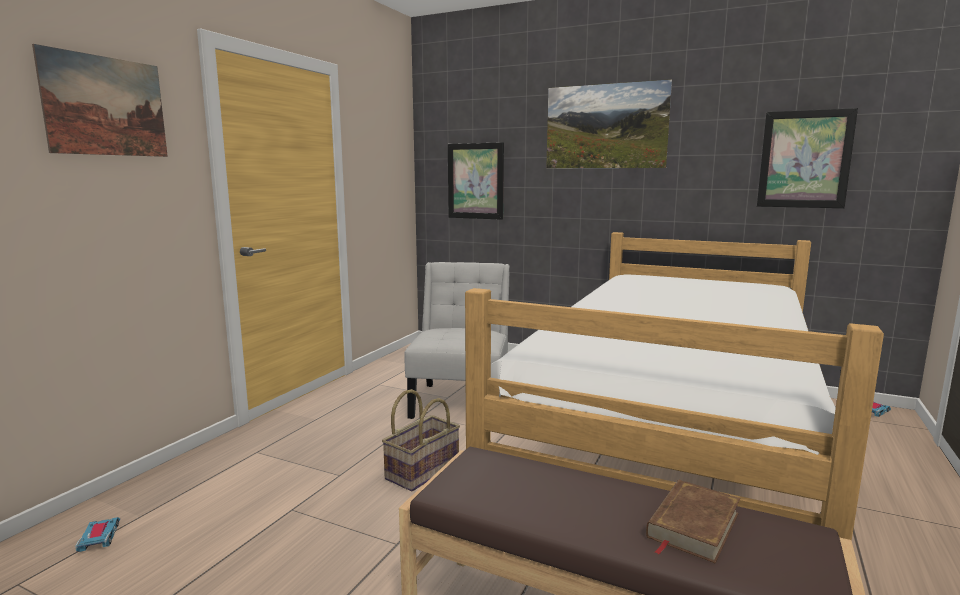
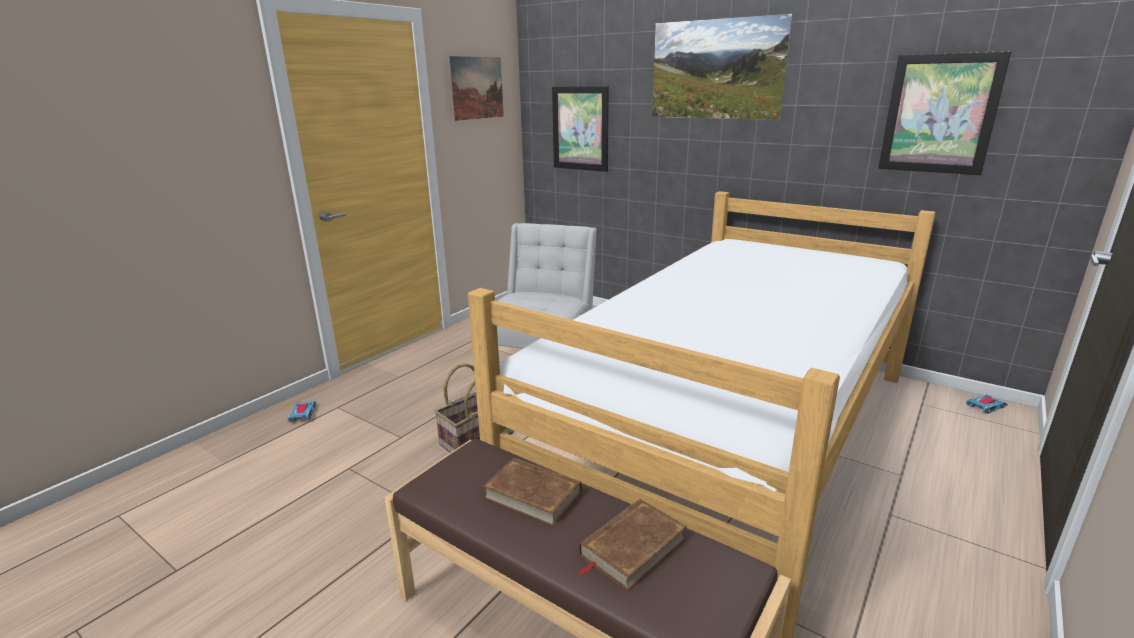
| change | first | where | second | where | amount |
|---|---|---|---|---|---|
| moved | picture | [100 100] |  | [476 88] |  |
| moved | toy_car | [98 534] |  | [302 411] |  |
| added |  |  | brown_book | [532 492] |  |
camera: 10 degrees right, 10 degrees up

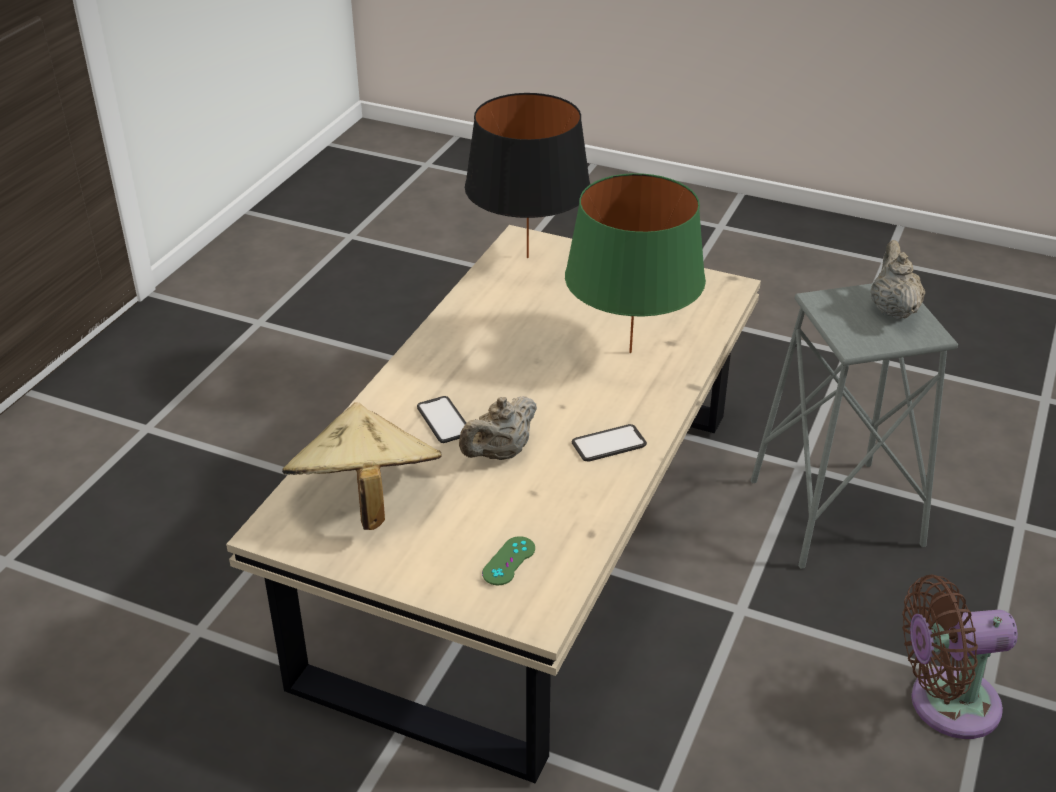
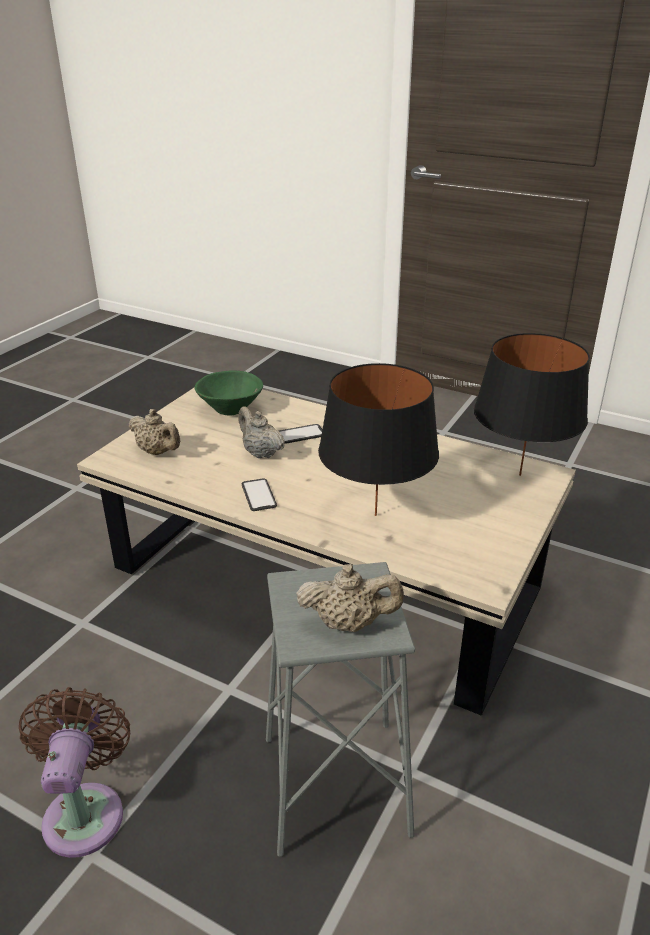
| change | first | where | second | where | amount |
|---|---|---|---|---|---|
| replaced | beige_hat | [362 466] | green_bowl | [228 393] |  |
| replaced | green_game_controller | [508 560] | beige_teapot | [154 432] |  |
| recoloured | green_table_lamp | [635 263] | black_table_lamp | [378 439] |  |
camera: 95 degrees right, 5 degrees down

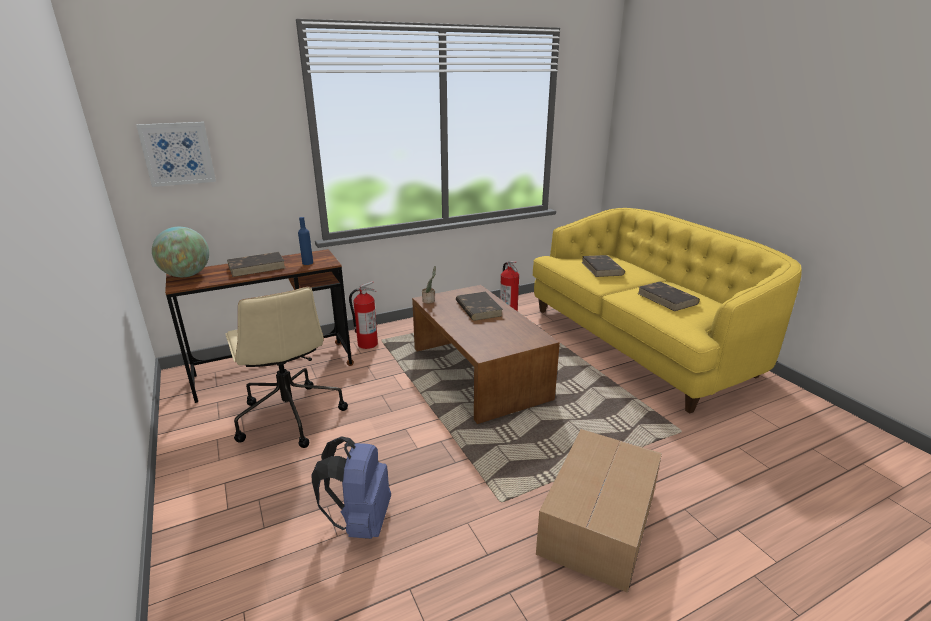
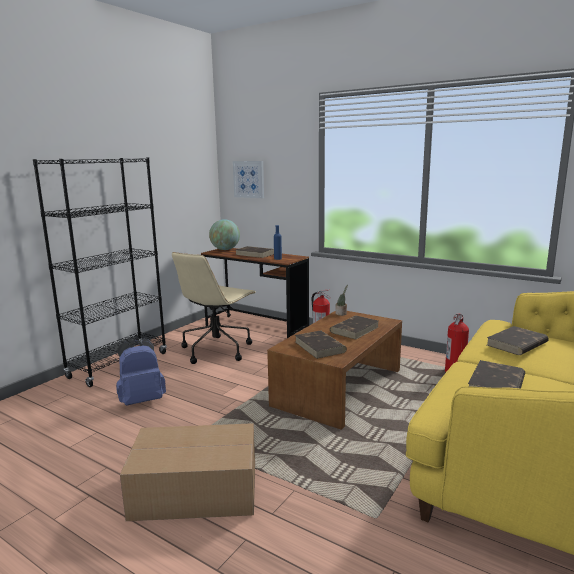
| change | first | where | second | where | amount |
|---|---|---|---|---|---|
| added |  |  | black_bookcase | [100 272] |  |
| added |  |  | brown_book | [321 345] |  |
camera: 60 degrees right, 10 degrees down

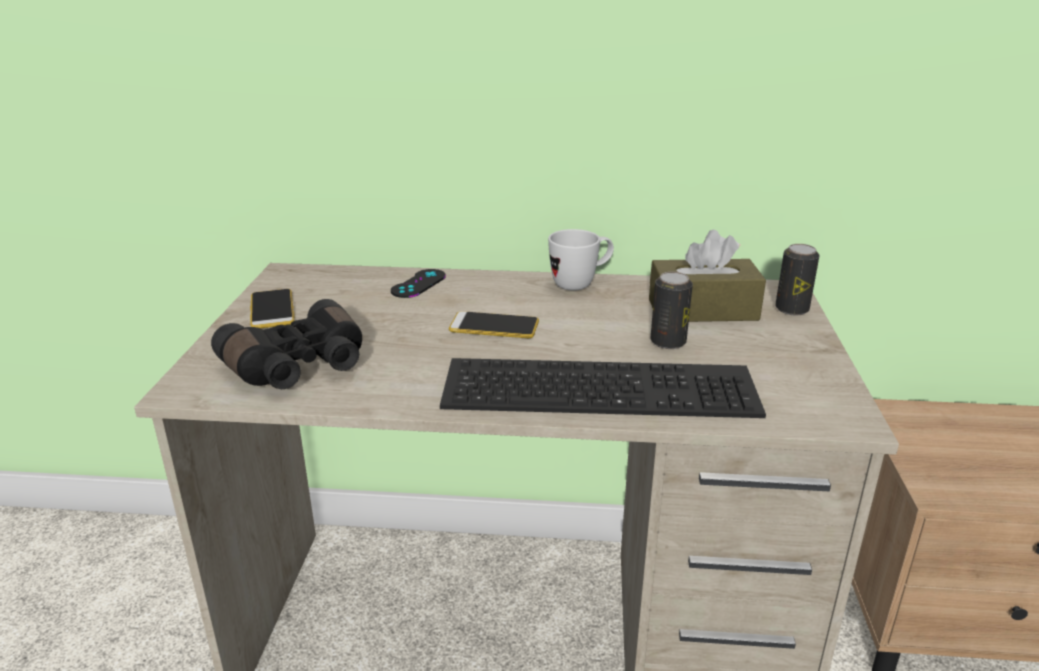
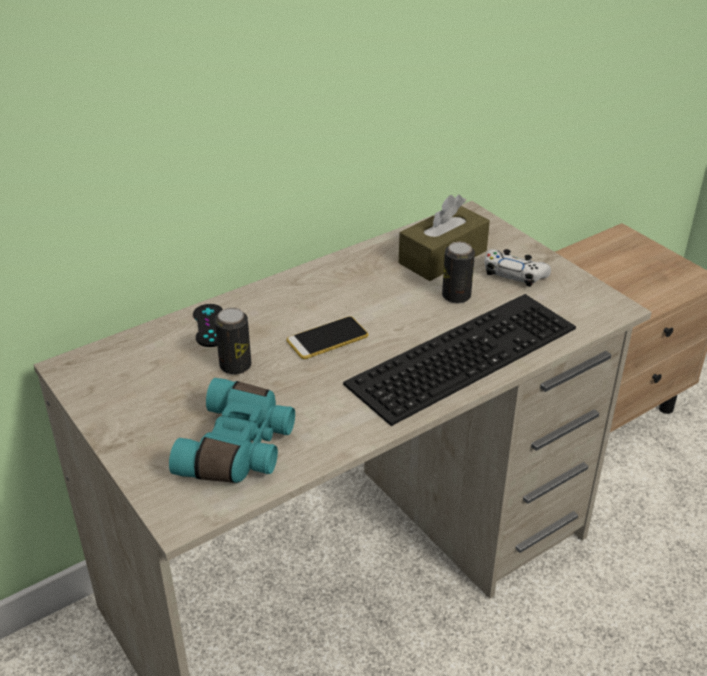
| change | first | where | second | where | amount |
|---|---|---|---|---|---|
| recoloured | black_binoculars | [286 344] | turquoise_binoculars | [232 430] |  |
| removed | phone | [272 308] |  |  |  |
| removed | white_mug | [581 260] |  |  |  |
| moved | can | [797 279] |  | [233 341] |  |
| added |  |  | white_game_controller | [518 268] |  |
camera: 40 degrees left, 10 degrees up

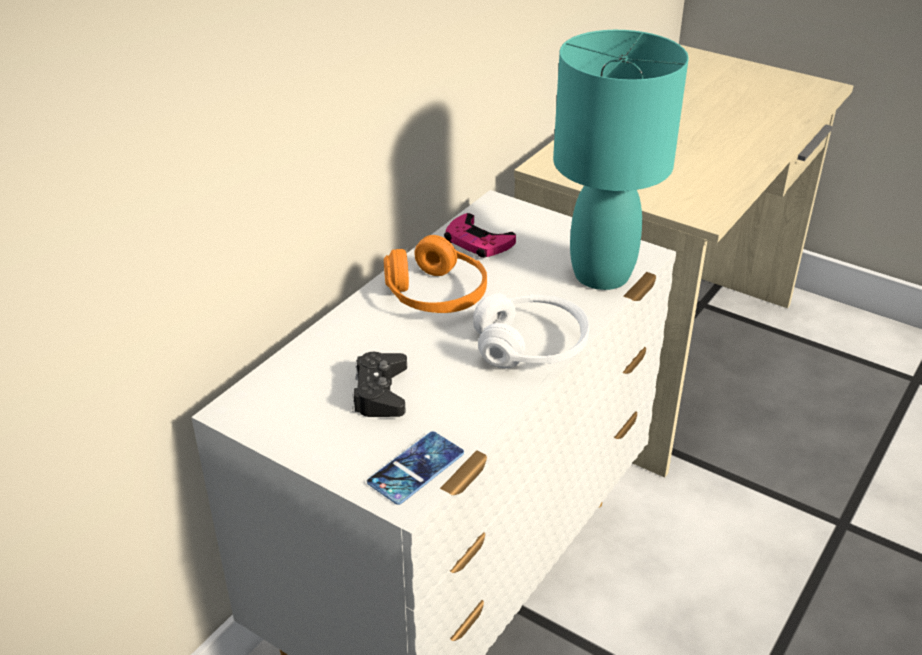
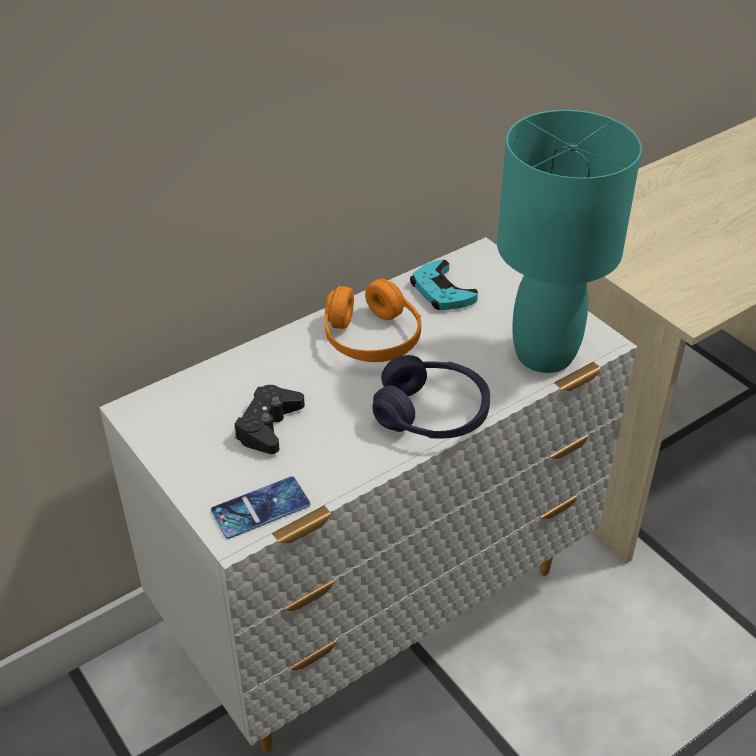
| change | first | where | second | where | amount |
|---|---|---|---|---|---|
| recoloured | pink_game_controller | [480 235] | turquoise_game_controller | [444 284] |  |
| recoloured | white_headphones | [531 331] | purple_headphones | [431 397] |  |
camera: 20 degrees right, 5 degrees up

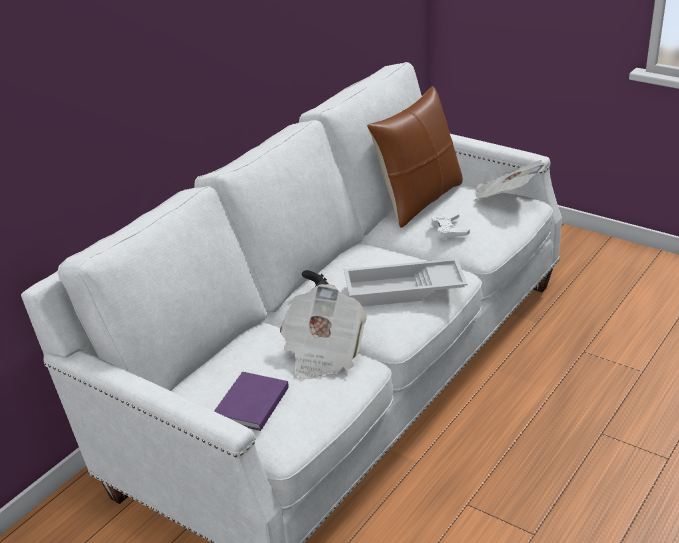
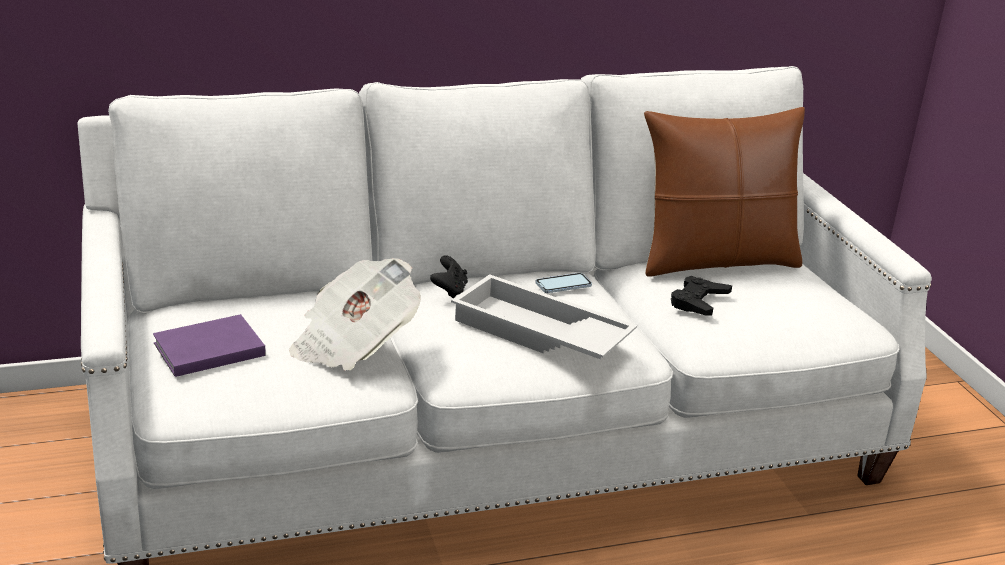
| change | first | where | second | where | amount |
|---|---|---|---|---|---|
| recoloured | white_game_controller | [450 225] | black_game_controller | [701 296] |  |
| removed | newspaper | [510 180] |  |  |  |
| added |  |  | phone | [563 283] |  |
camera: 35 degrees right, 5 degrees down

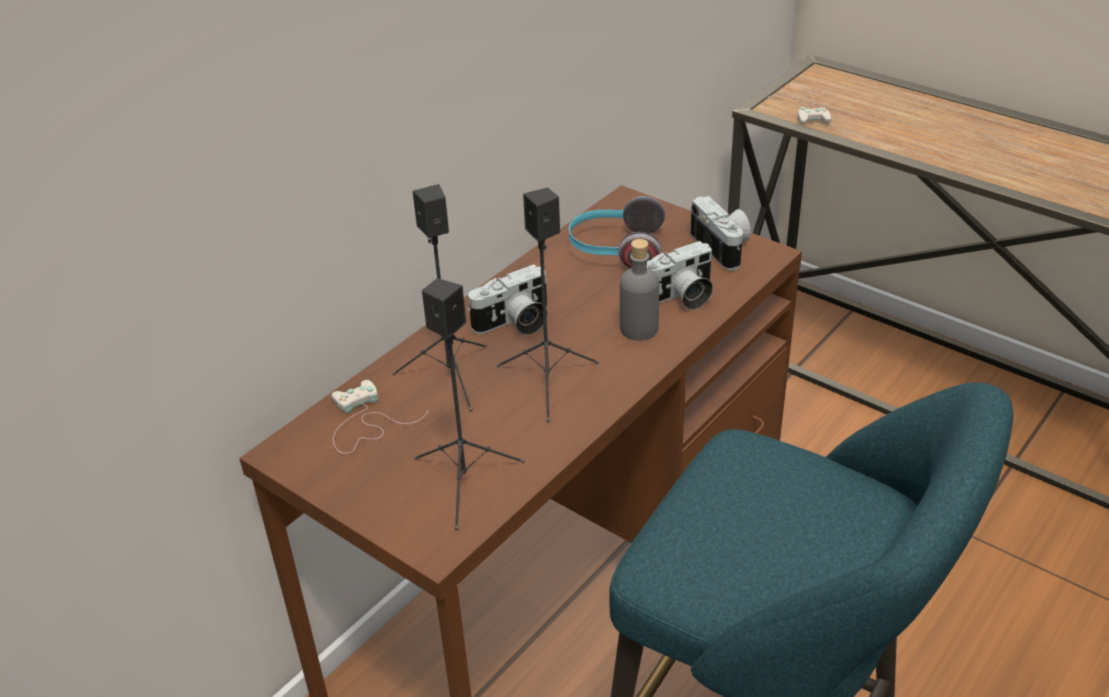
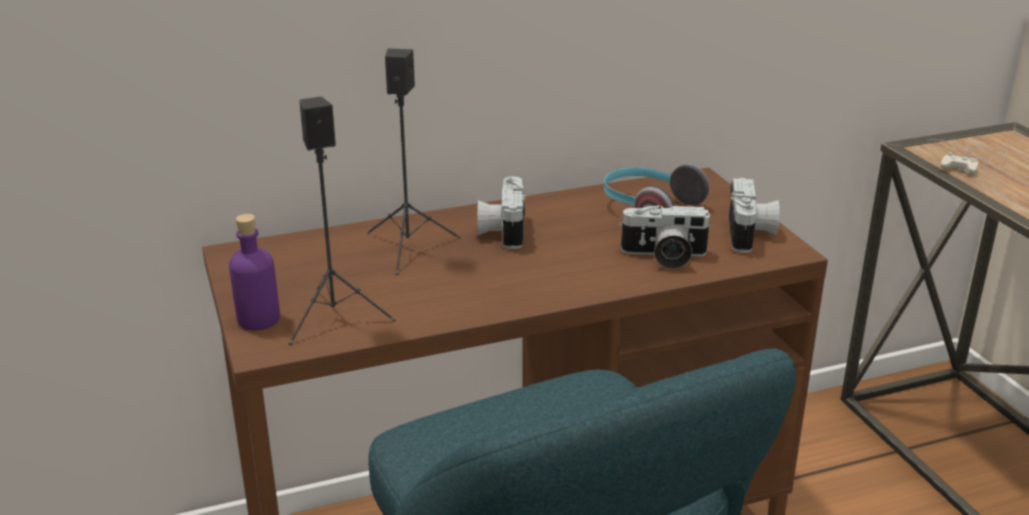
| change | first | where | second | where | amount |
|---|---|---|---|---|---|
| removed | white_game_controller | [379 417] |  |  |  |
| turned | photo_camera | [507 299] |  | [501 212] | 90 degrees clockwise |
| removed | black_speaker | [548 304] |  |  |  |
| removed | grey_bottle | [639 290] |  |  |  |
| added |  |  | purple_bottle | [254 272] |  |
camera: 30 degrees right, 10 degrees down

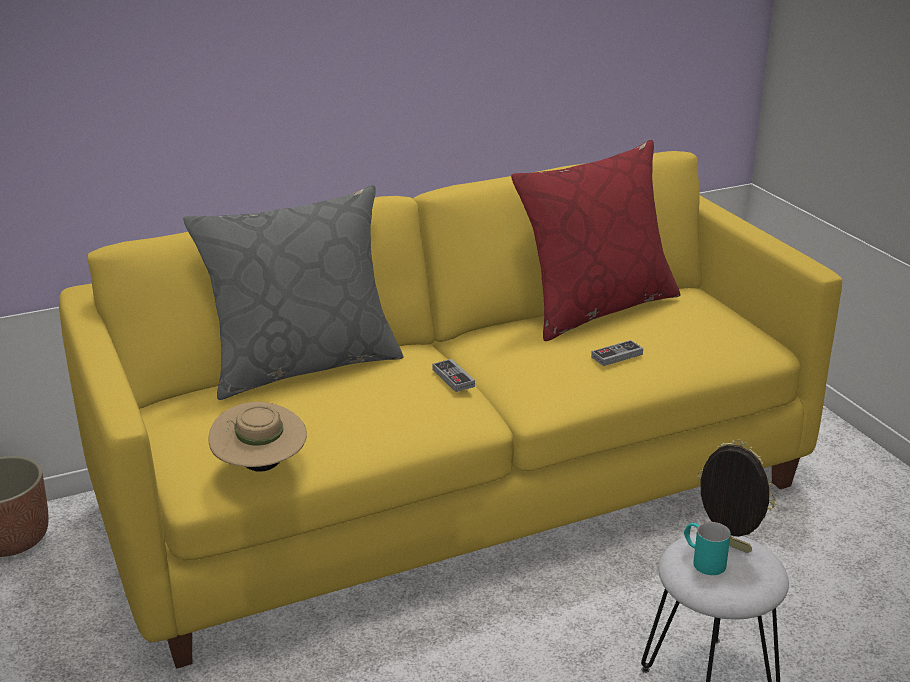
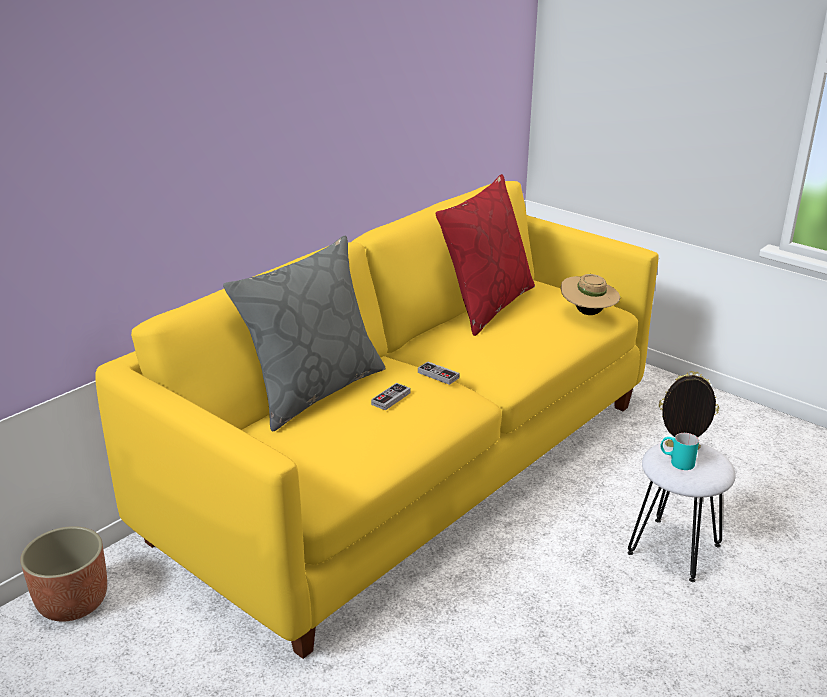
| change | first | where | second | where | amount |
|---|---|---|---|---|---|
| moved | beige_hat | [257 437] |  | [590 294] |  |
| moved | game_controller | [617 353] |  | [390 396] |  |
camera: 25 degrees left, 0 degrees up

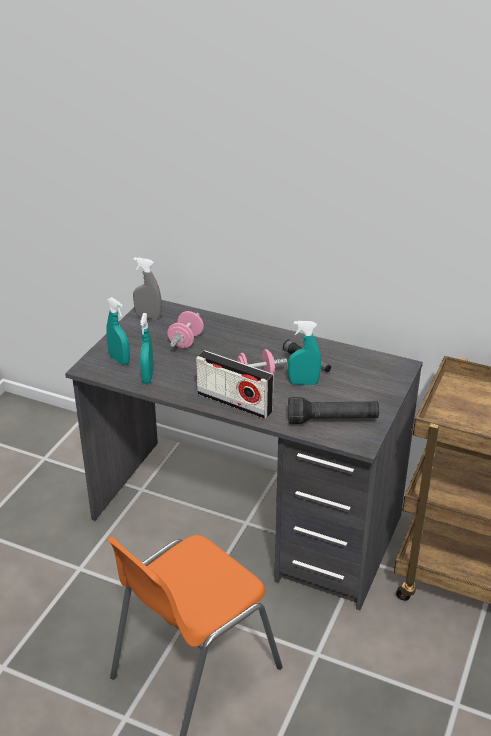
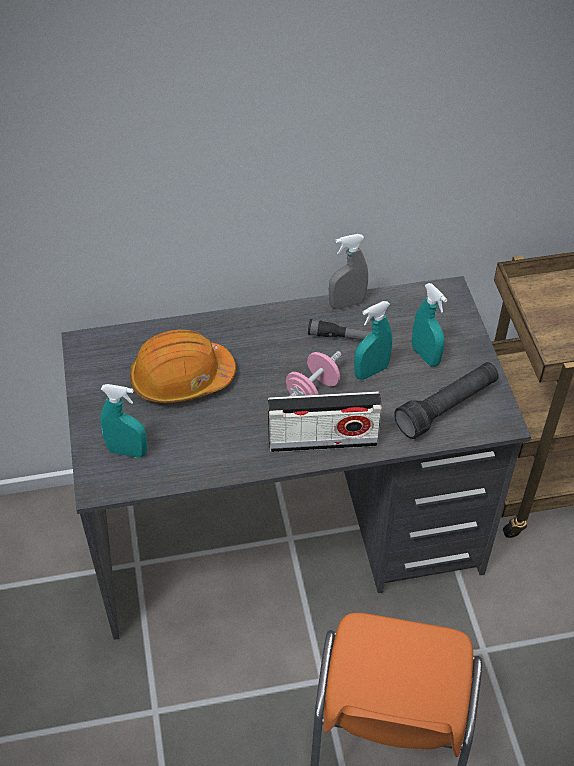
| change | first | where | second | where | amount |
|---|---|---|---|---|---|
| moved | grey_spray_bottle | [147 288] |  | [348 271] |  |
| moved | turquoise_spray_bottle | [147 348] |  | [429 325] |  |
| replaced | pink_dumbbell | [186 329] | orange_hard_hat | [183 366] |  |
camera: 35 degrees left, 15 degrees up

